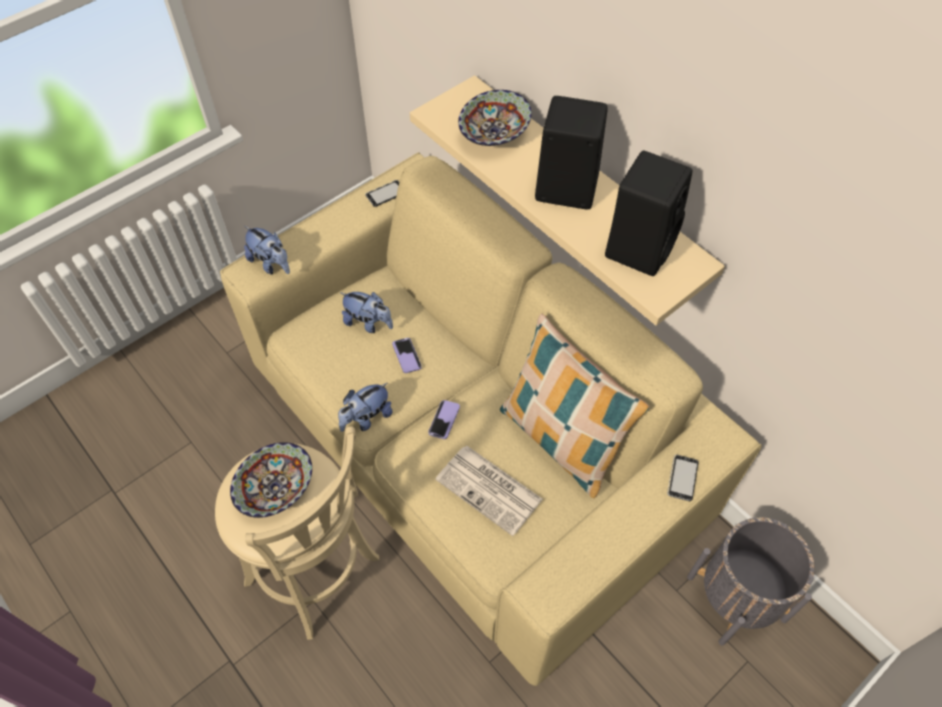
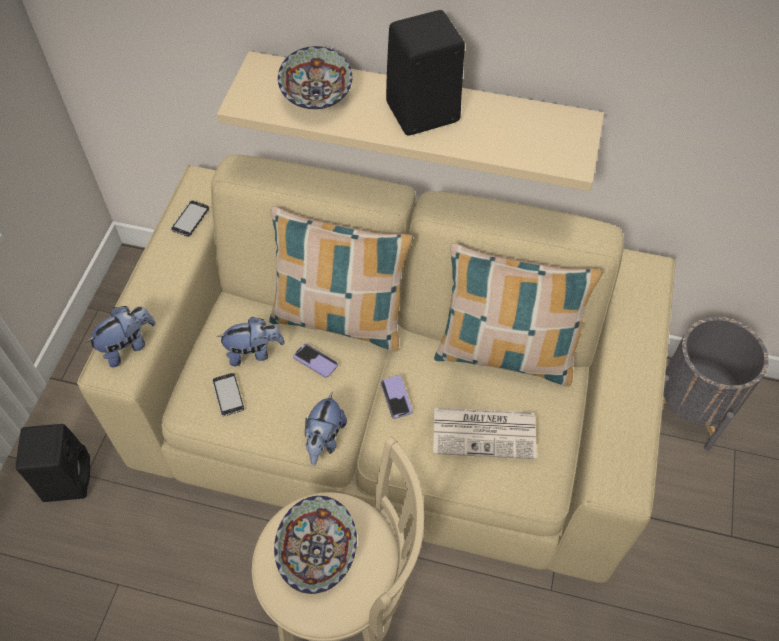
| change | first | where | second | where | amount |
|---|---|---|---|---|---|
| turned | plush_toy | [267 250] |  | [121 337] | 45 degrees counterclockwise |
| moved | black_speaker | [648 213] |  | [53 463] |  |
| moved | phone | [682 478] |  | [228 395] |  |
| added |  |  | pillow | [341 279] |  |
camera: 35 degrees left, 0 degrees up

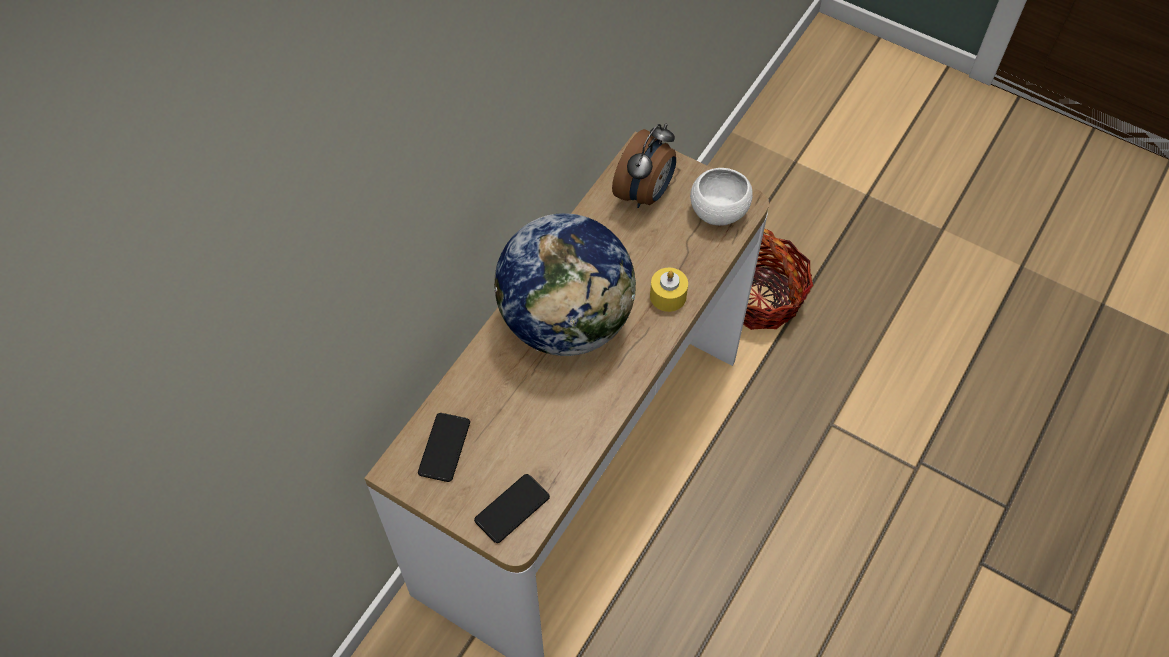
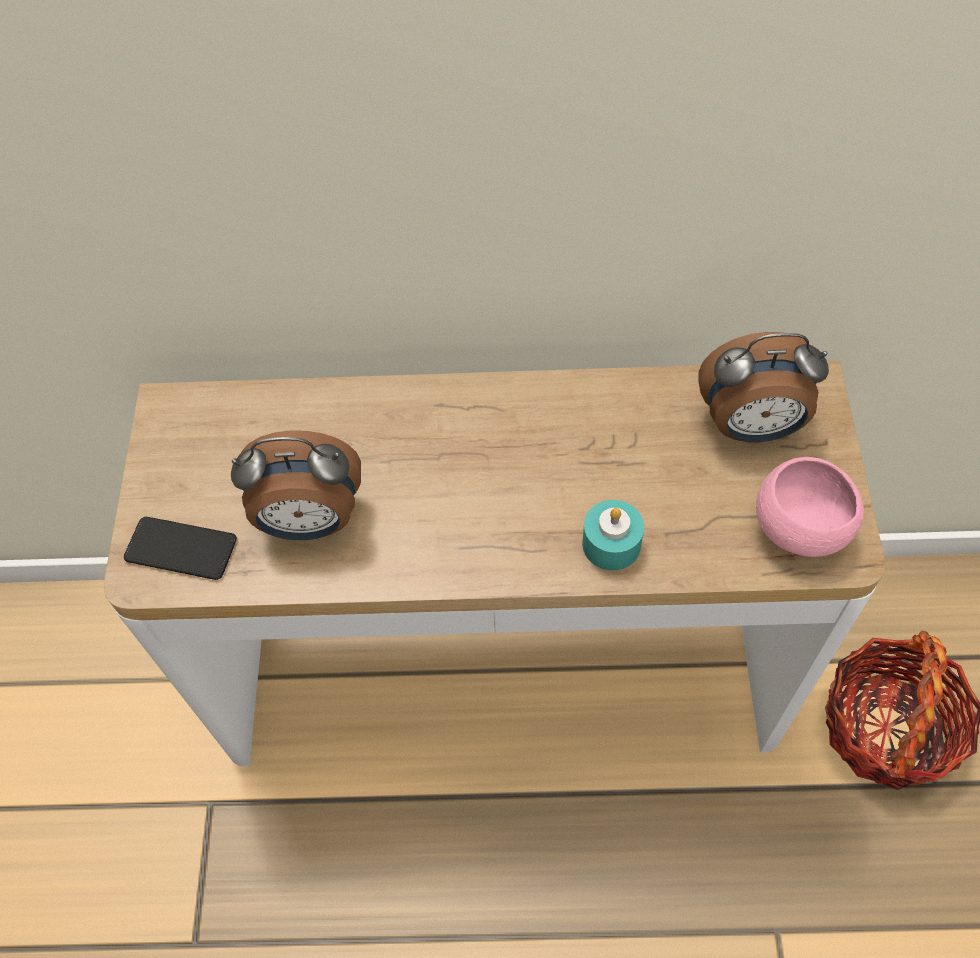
| change | first | where | second | where | amount |
|---|---|---|---|---|---|
| removed | phone | [444 447] |  |  |  |
| removed | globe | [565 284] |  |  |  |
| recoloured | yellow_candle | [669 290] | turquoise_candle | [613 535] |  |
| recoloured | white_bowl | [721 197] | pink_bowl | [810 507] |  |
| added |  |  | alarm_clock | [296 485] |  |
camera: 60 degrees right, 0 degrees up

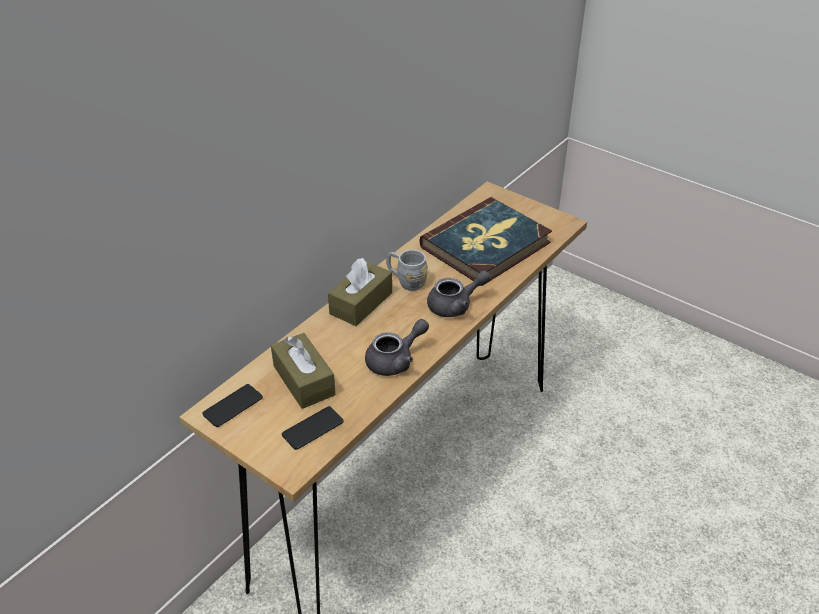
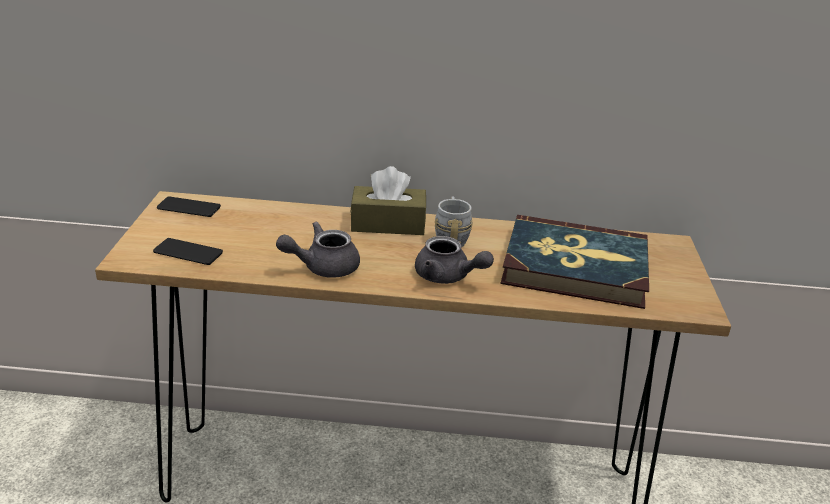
| change | first | where | second | where | amount |
|---|---|---|---|---|---|
| removed | brown_tissue_box | [303 371] |  |  |  |
| turned | grey_teapot | [397 347] |  | [318 250] | 135 degrees clockwise |
camera: 55 degrees right, 10 degrees down

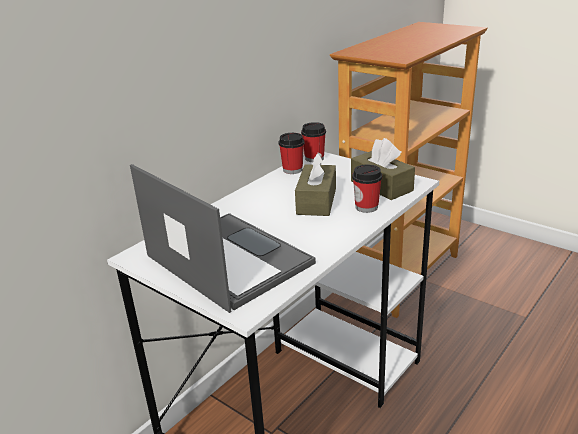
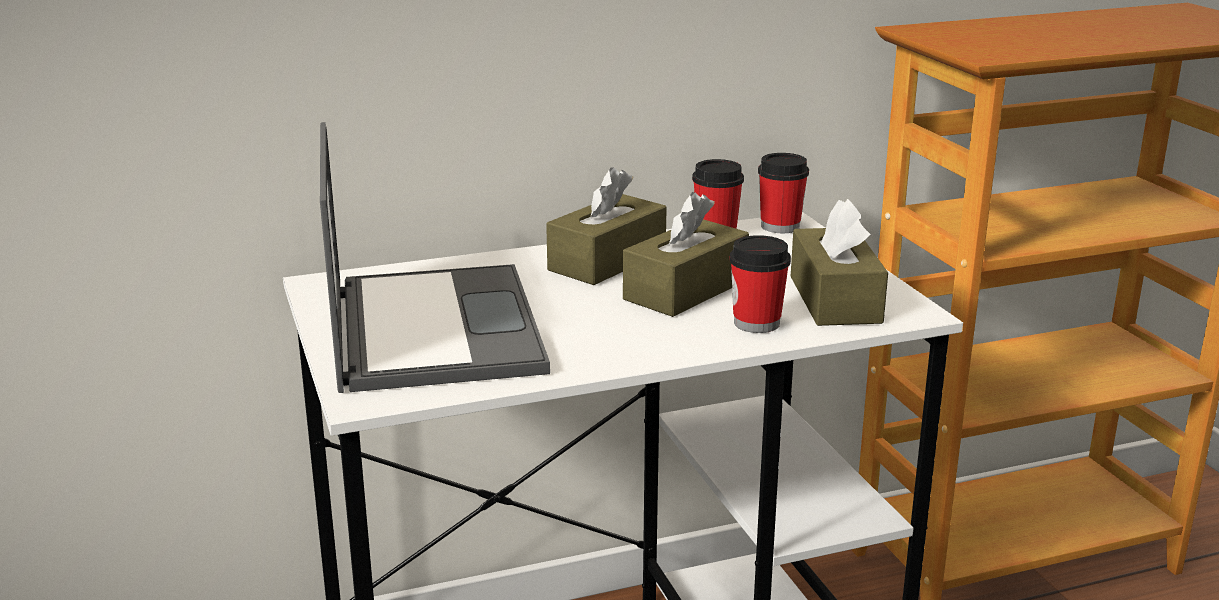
| change | first | where | second | where | amount |
|---|---|---|---|---|---|
| added |  |  | brown_tissue_box | [606 226] |  |
camera: 30 degrees right, 5 degrees down

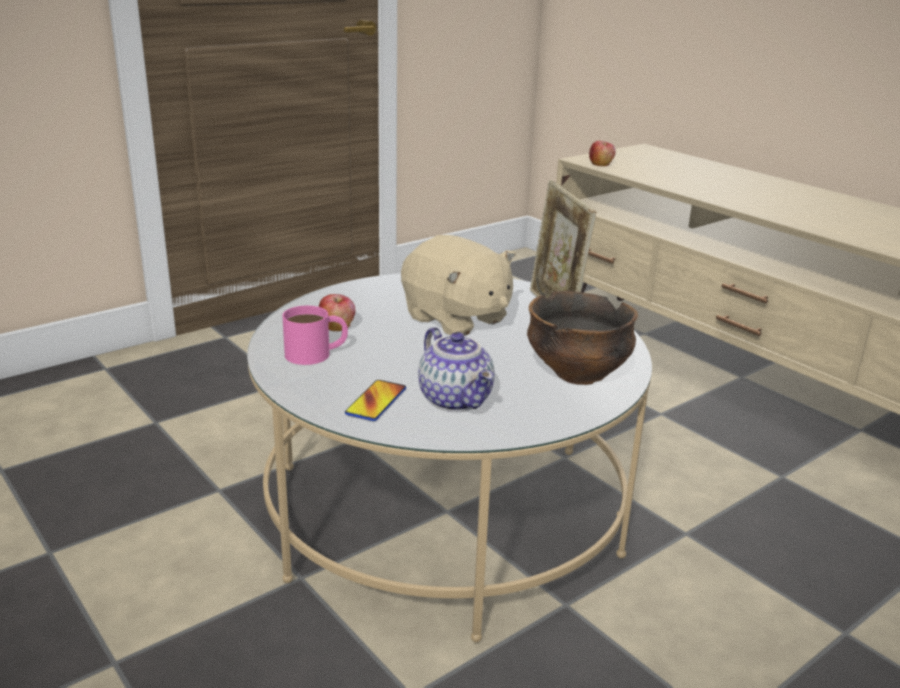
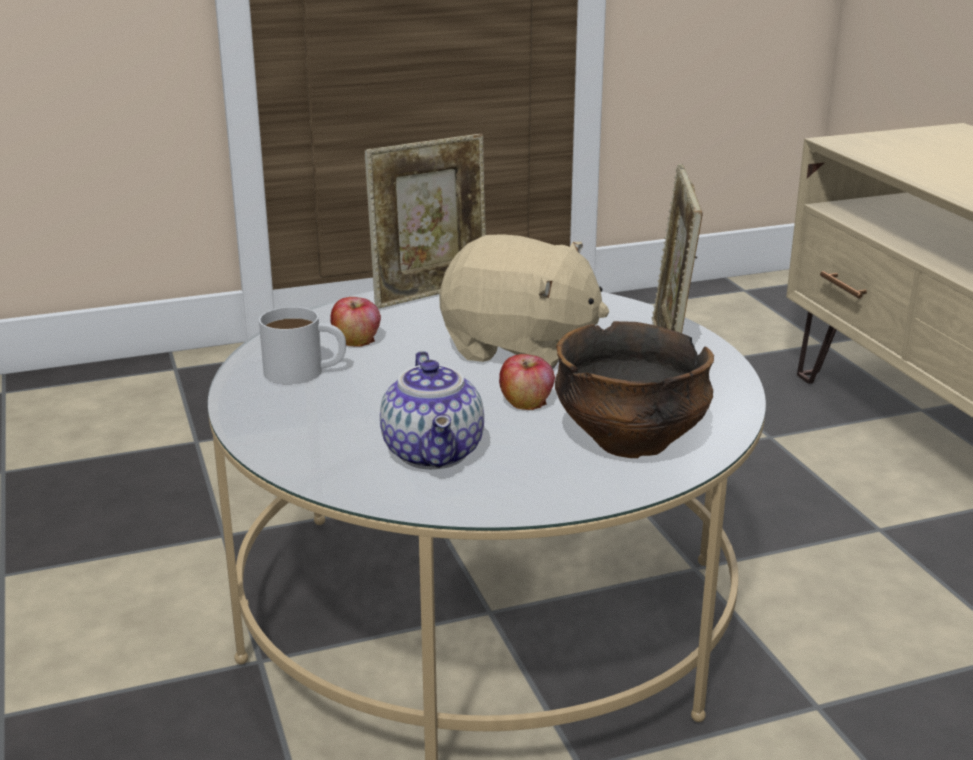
| change | first | where | second | where | amount |
|---|---|---|---|---|---|
| recoloured | pink_mug | [315 335] | white_mug | [302 345] |  |
| removed | phone | [375 400] |  |  |  |
| turned | beige_plush_toy | [458 285] |  | [524 301] | 45 degrees counterclockwise |
| moved | apple | [602 153] |  | [527 382] |  |
| added |  |  | picture_frame | [425 221] |  |
camera: 20 degrees right, 0 degrees up

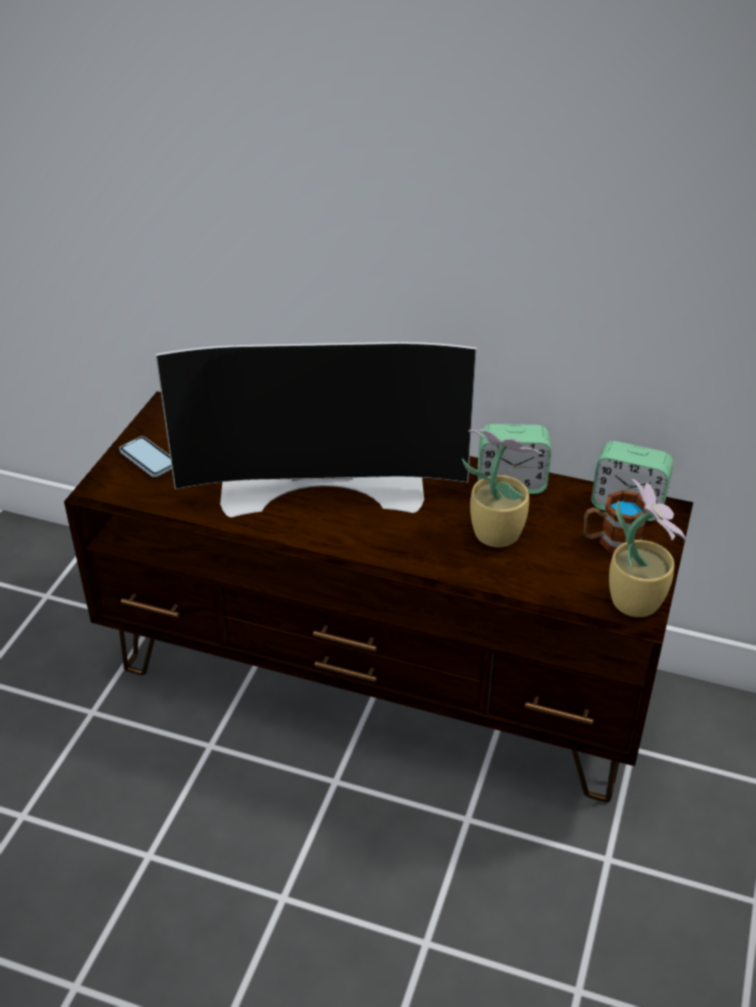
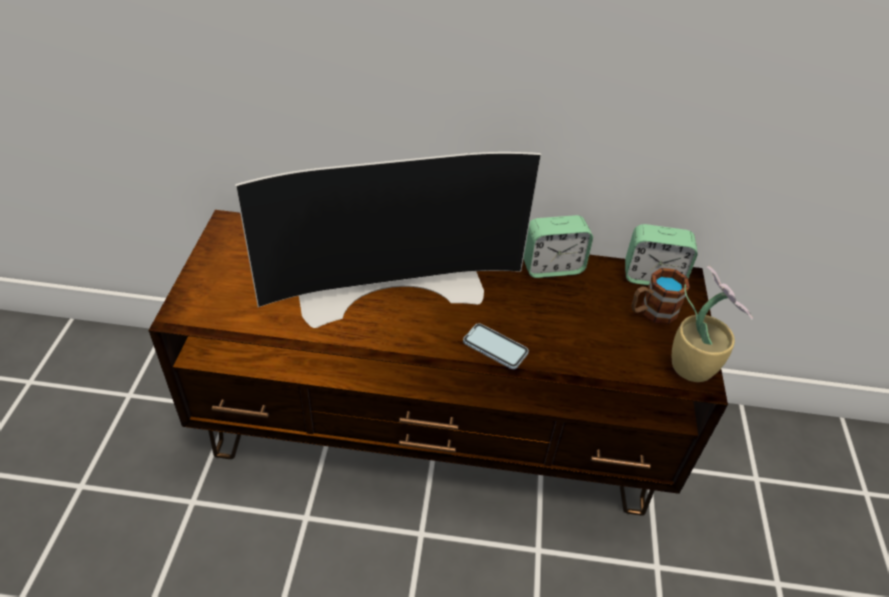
| change | first | where | second | where | amount |
|---|---|---|---|---|---|
| moved | phone | [145 456] |  | [496 346] |  |
| removed | potted_plant | [502 488] |  |  |  |
camera: 15 degrees left, 5 degrees up

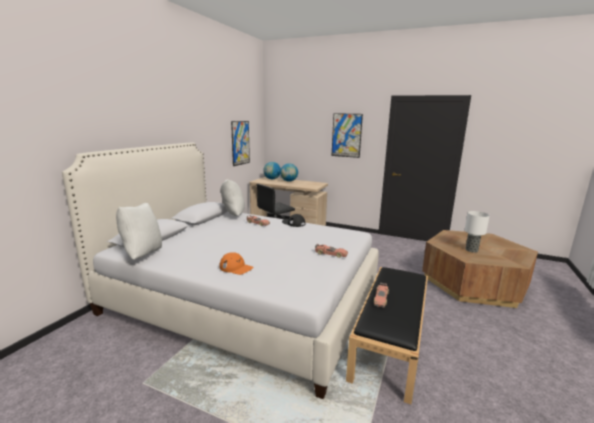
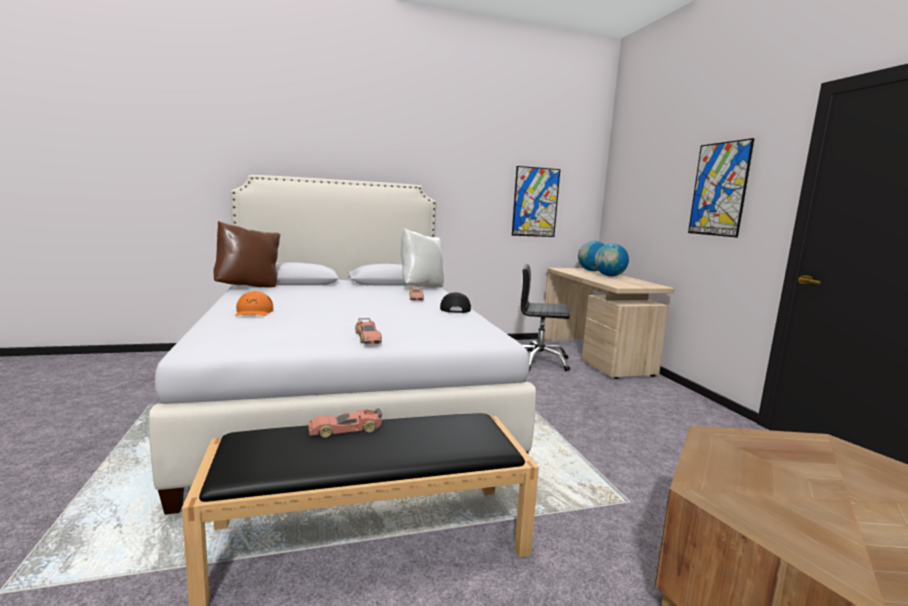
| change | first | where | second | where | amount |
|---|---|---|---|---|---|
| recoloured | white_pillow | [139 231] | brown_pillow | [246 254] |  |
| removed | table_lamp | [477 232] |  |  |  |
camera: 50 degrees right, 5 degrees down

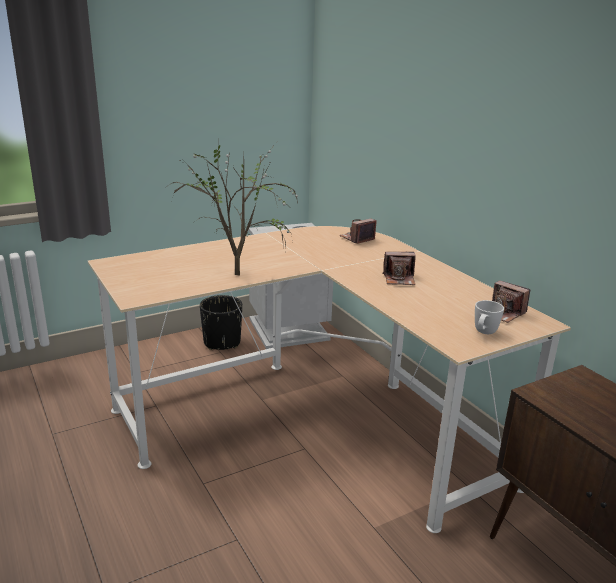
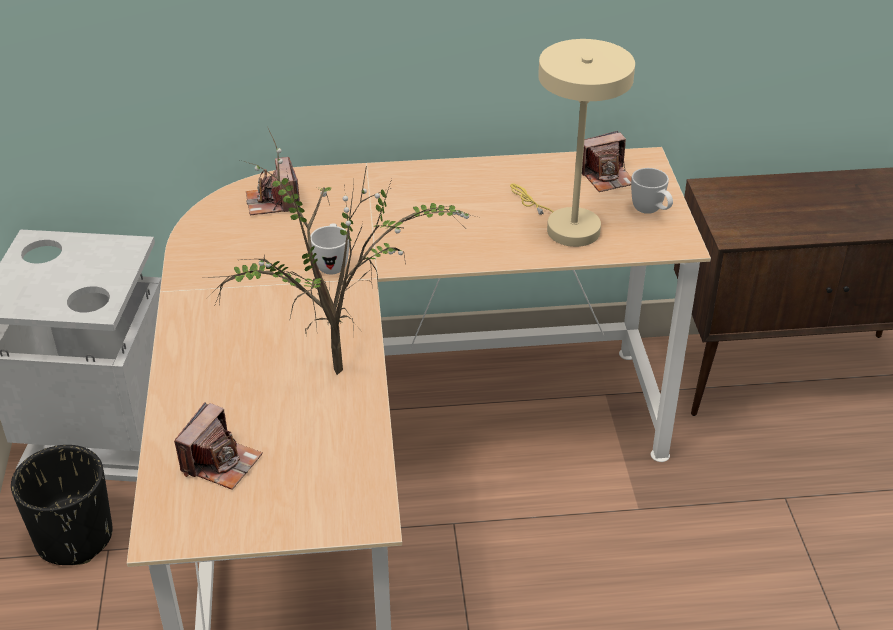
| change | first | where | second | where | amount |
|---|---|---|---|---|---|
| moved | photo_camera | [399 268] |  | [218 446] |  |
| added |  |  | white_mug | [329 248] |  |
| added |  |  | beige_table_lamp | [572 143] |  |
camera: 65 degrees left, 15 degrees up

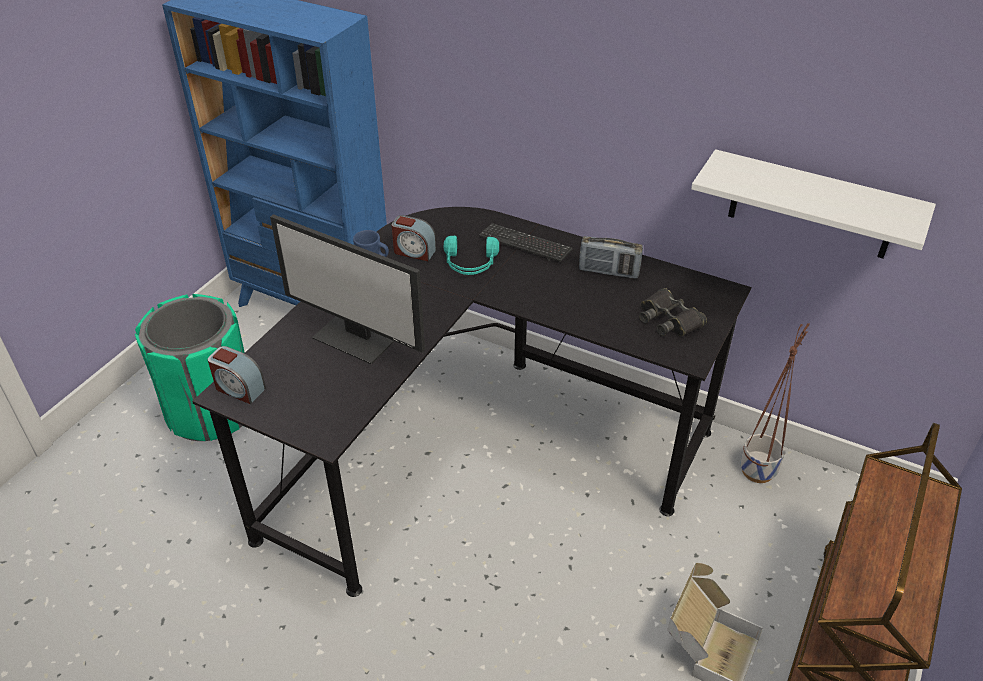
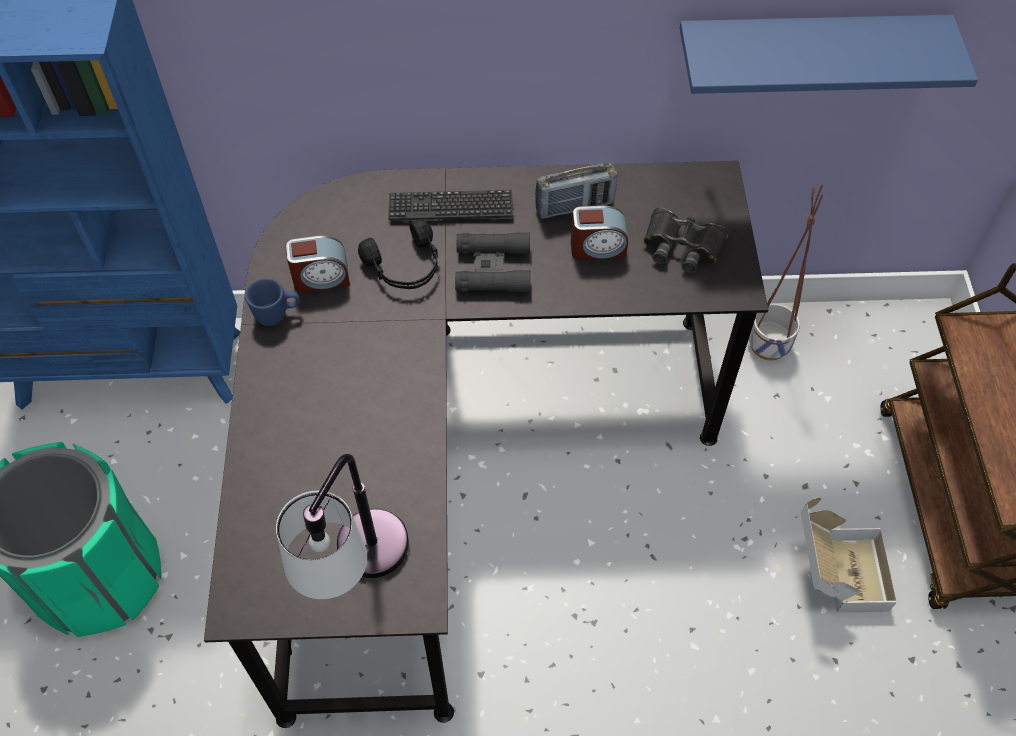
| change | first | where | second | where | amount |
|---|---|---|---|---|---|
| moved | alarm_clock | [237 375] |  | [599 233] |  |
| removed | monitor | [347 289] |  |  |  |
| recoloured | turquoise_headphones | [471 255] | black_headphones | [398 254] |  |
| recoloured | white_shelf | [813 203] | blue_shelf | [829 54] |  |
| added |  |  | table_lamp | [342 526] |  |
| added |  |  | black_binoculars | [493 262] |  |
camera: 30 degrees left, 15 degrees up

